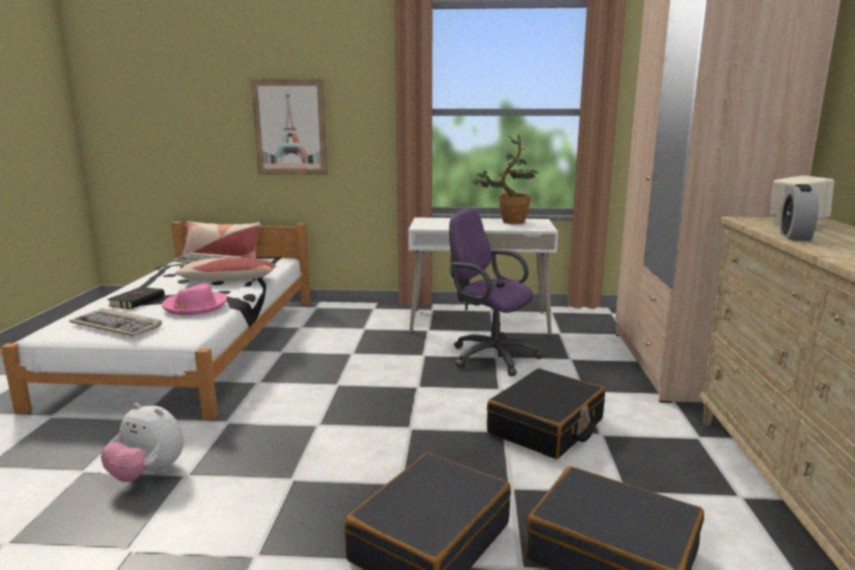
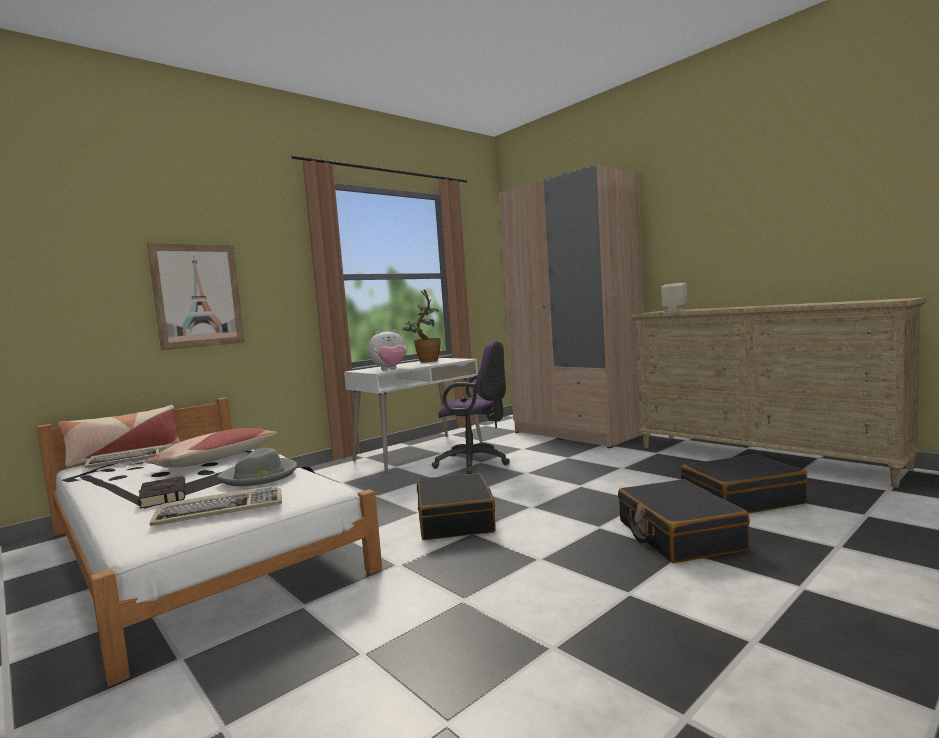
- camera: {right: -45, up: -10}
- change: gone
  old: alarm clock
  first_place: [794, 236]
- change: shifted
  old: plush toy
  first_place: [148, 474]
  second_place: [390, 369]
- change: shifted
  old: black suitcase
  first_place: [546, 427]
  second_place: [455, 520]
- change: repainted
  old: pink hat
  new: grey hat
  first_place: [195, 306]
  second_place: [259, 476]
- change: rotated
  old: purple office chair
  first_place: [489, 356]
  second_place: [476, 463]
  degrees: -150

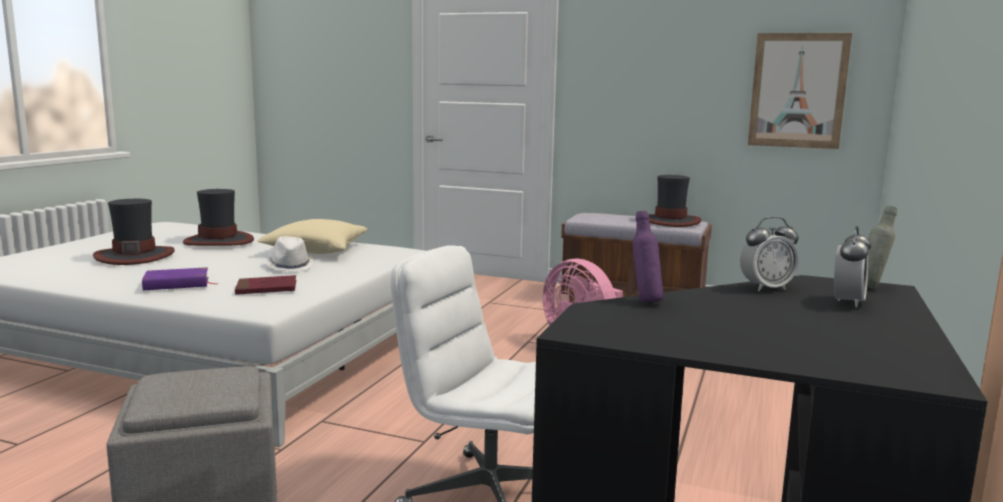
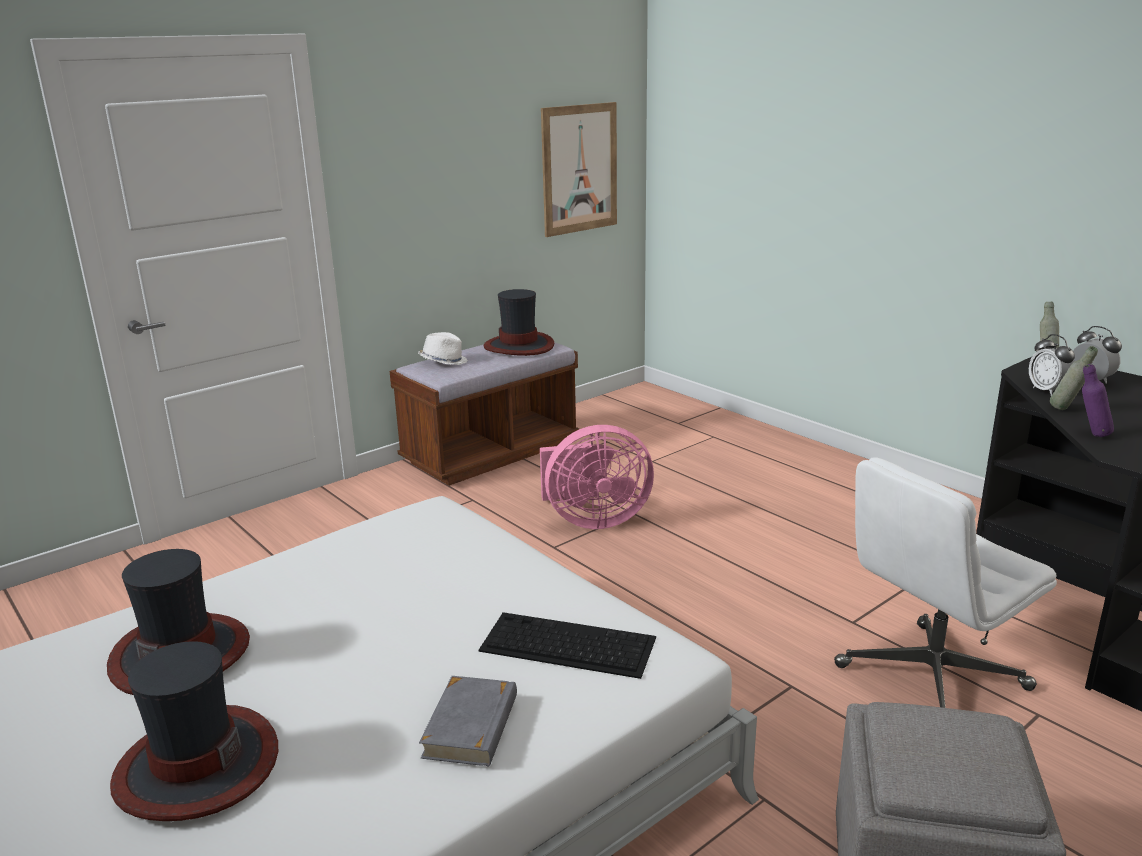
- camera: {right: -60, up: 10}
- change: gone
  old: beige pillow
  first_place: [315, 251]
- change: new
  new: grey bottle
  second_place: [1066, 410]
- change: shifted
  old: white hat
  first_place: [290, 266]
  second_place: [443, 361]
- change: swapped
  old: red book
  new: keyboard
  first_place: [266, 288]
  second_place: [566, 644]
- change: repainted
  old: purple book
  new: grey book
  first_place: [177, 284]
  second_place: [472, 726]
- change: rotated
  old: alarm clock
  first_place: [766, 288]
  second_place: [1048, 391]
  degrees: 150

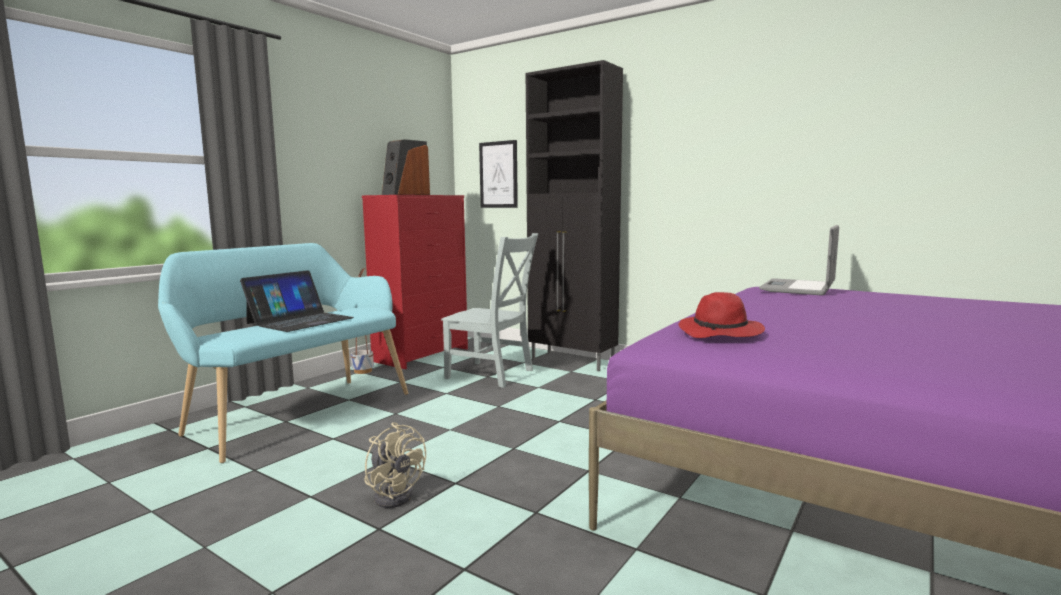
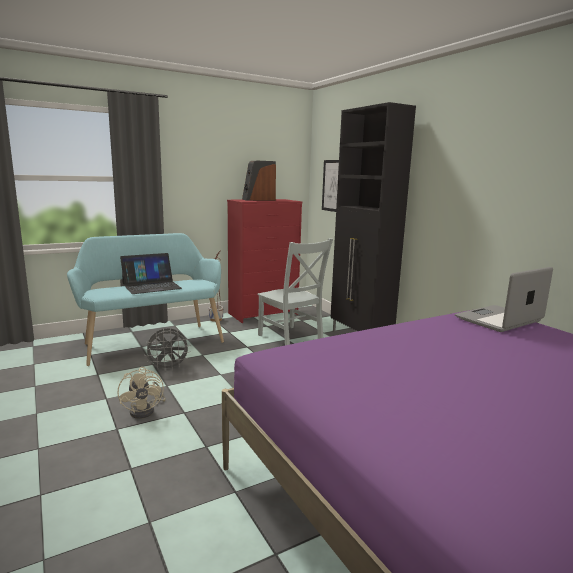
- camera: {right: 25, up: 5}
- change: gone
  old: red hat
  first_place: [721, 333]
- change: new
  new: grey fan
  second_place: [168, 368]

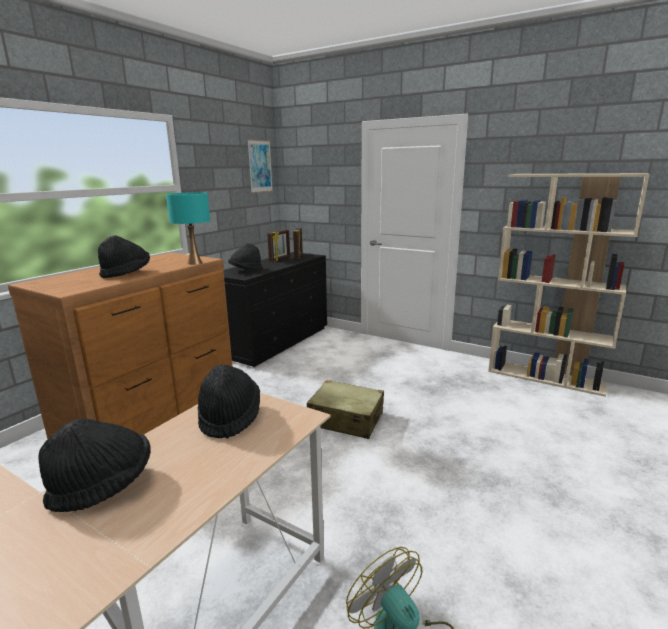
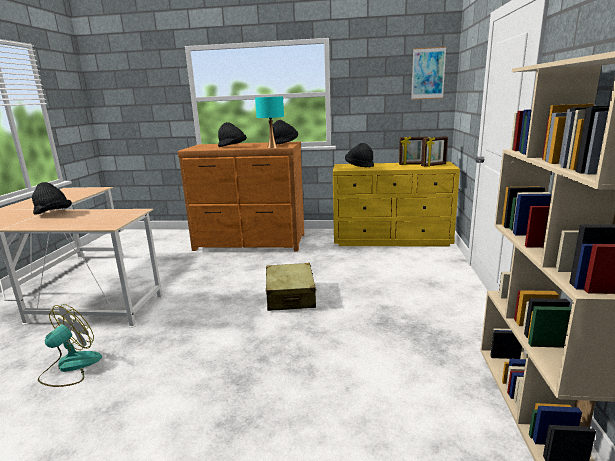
- camera: {right: 65, up: 0}
- change: shifted
  old: black hat
  first_place: [230, 417]
  second_place: [284, 143]
- change: repainted
  old: black dresser
  new: yellow dresser
  first_place: [277, 341]
  second_place: [392, 239]

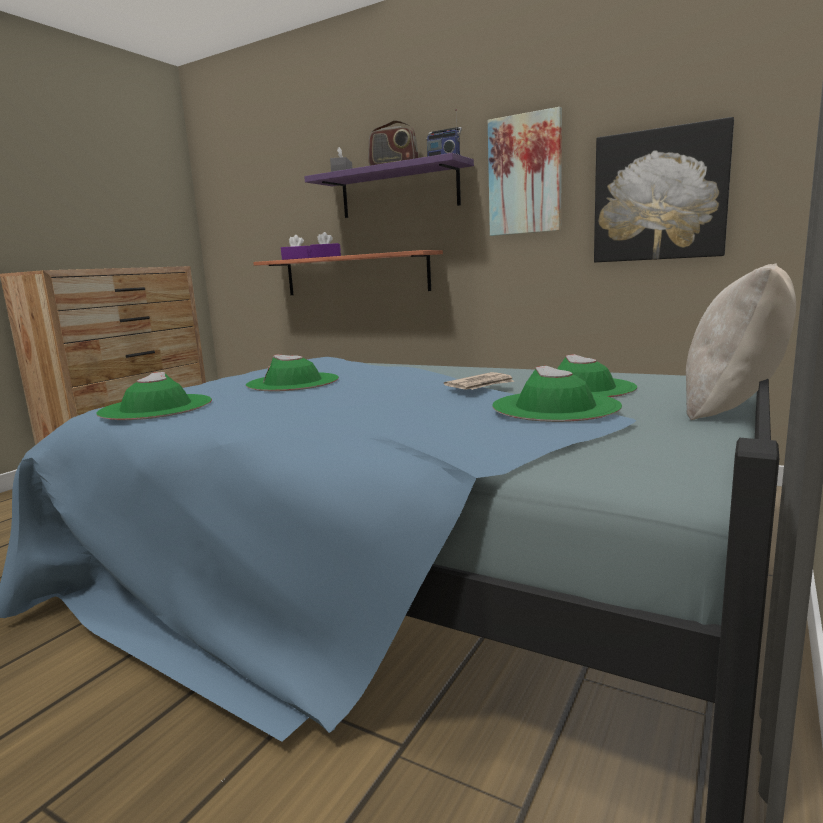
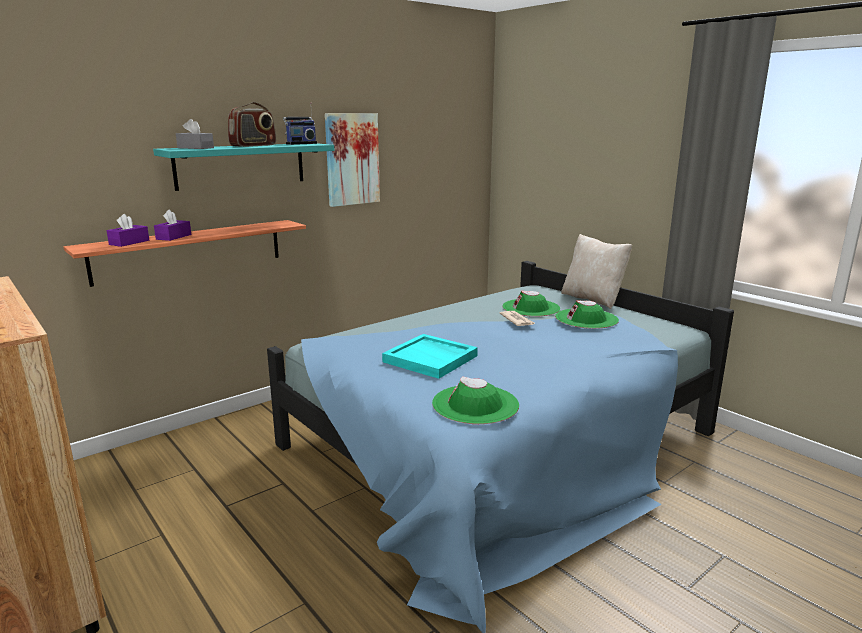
- camera: {right: -70, up: 5}
- change: gone
  old: picture
  first_place: [659, 195]
- change: swapped
  old: green hat
  new: turquoise tray
  first_place: [293, 382]
  second_place: [431, 359]
- change: repainted
  old: purple shelf
  new: turquoise shelf
  first_place: [399, 191]
  second_place: [241, 165]

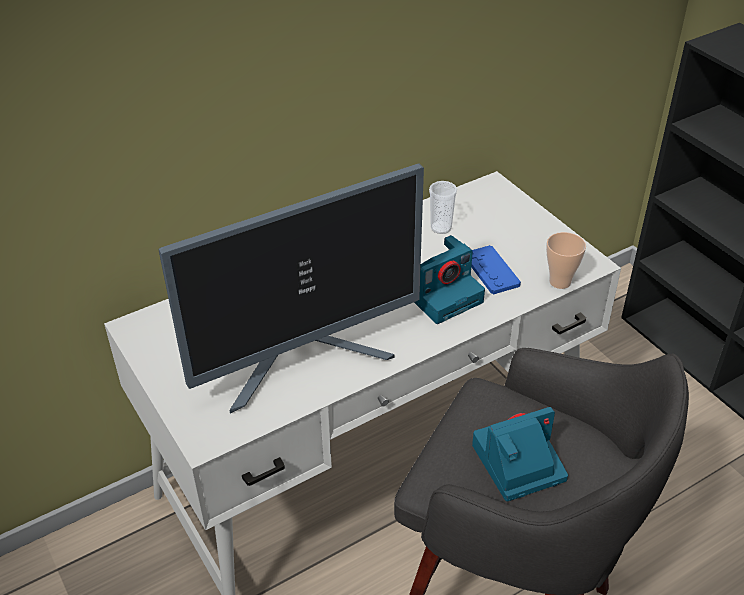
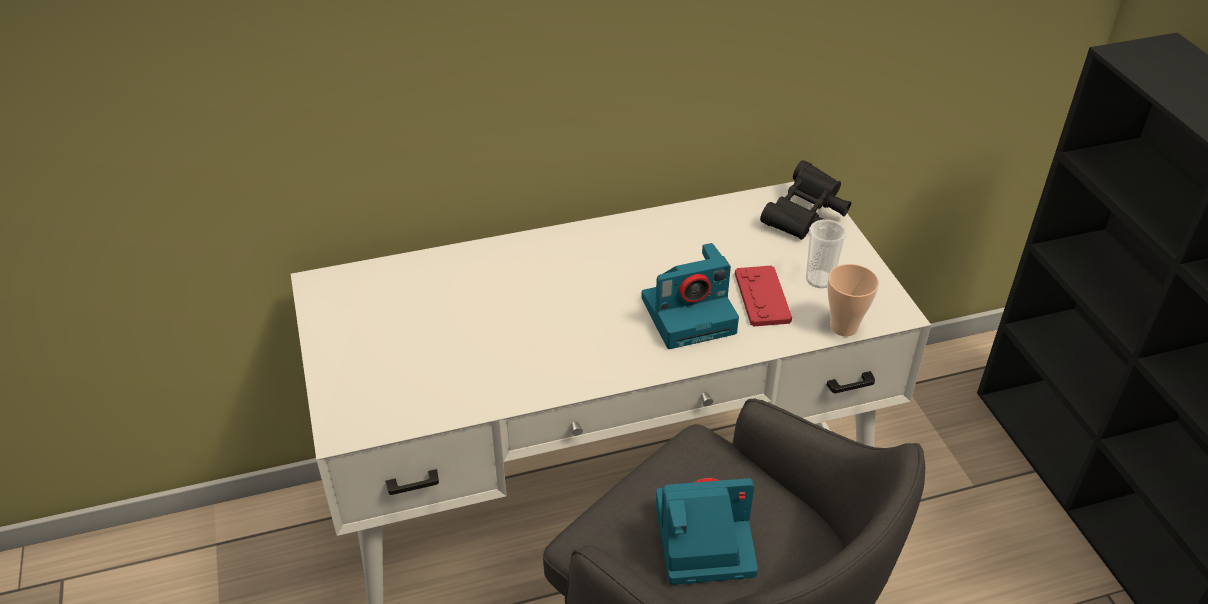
- camera: {right: 15, up: 0}
- change: gone
  old: monitor
  first_place: [305, 359]
- change: new
  new: black binoculars
  second_place: [806, 218]
- change: shifted
  old: cup
  first_place: [441, 228]
  second_place: [819, 279]
- change: repainted
  old: blue game controller
  new: red game controller
  first_place: [491, 271]
  second_place: [762, 297]

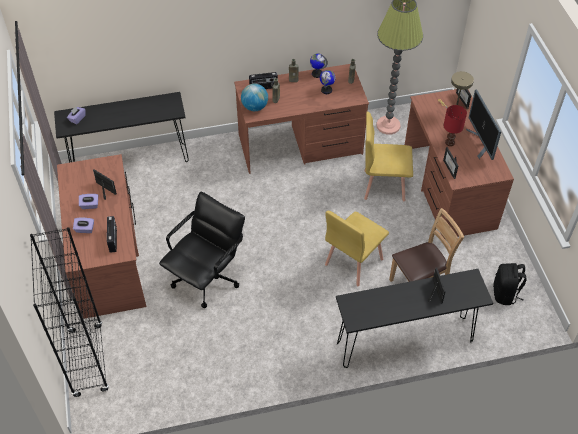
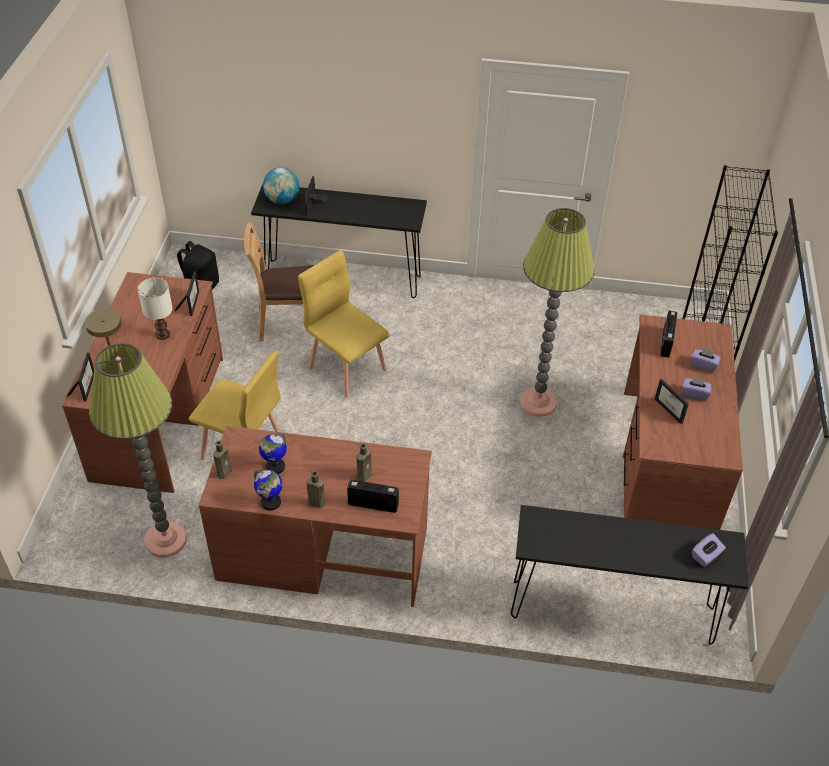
- camera: {right: -160, up: -5}
- change: gone
  old: monitor
  first_place: [481, 143]
- change: shifted
  old: globe
  first_place: [254, 107]
  second_place: [282, 200]
- change: swapped
  old: black office chair
  new: floor lamp
  first_place: [207, 278]
  second_place: [538, 402]
- change: repainted
  old: red table lamp
  new: white table lamp
  first_place: [449, 142]
  second_place: [163, 335]
- change: rotated
  old: yellow chair
  first_place: [353, 262]
  second_place: [347, 368]
  degrees: -105

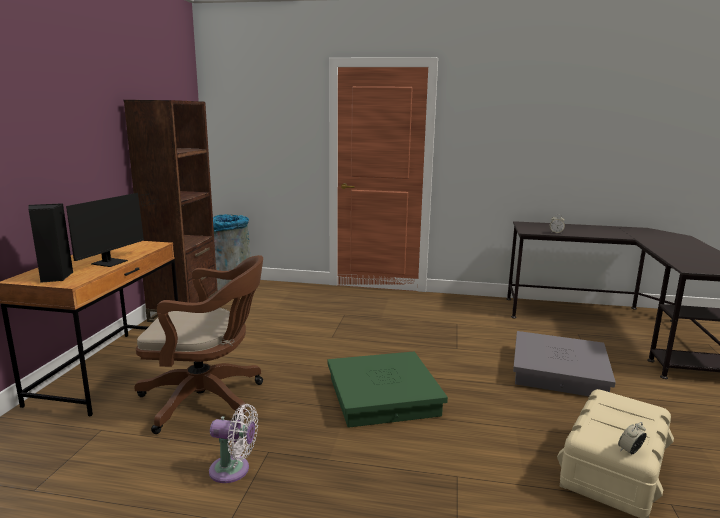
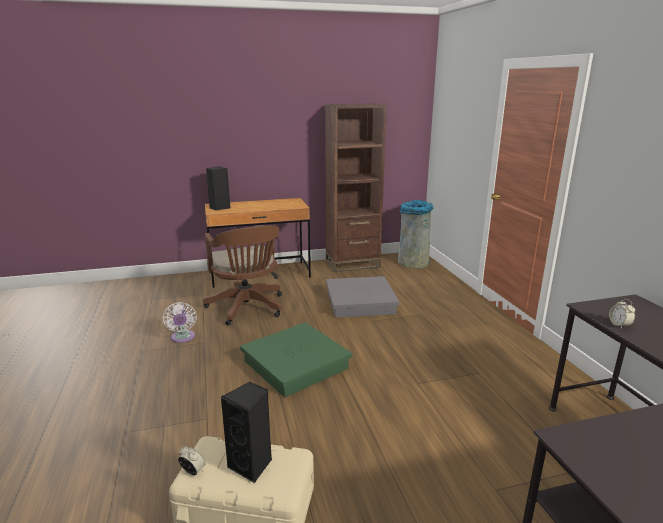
- camera: {right: 65, up: 5}
- change: gone
  old: monitor
  first_place: [114, 261]
- change: new
  new: black speaker
  second_place: [252, 465]
- change: shifted
  old: grey storage box
  first_place: [559, 371]
  second_place: [360, 302]

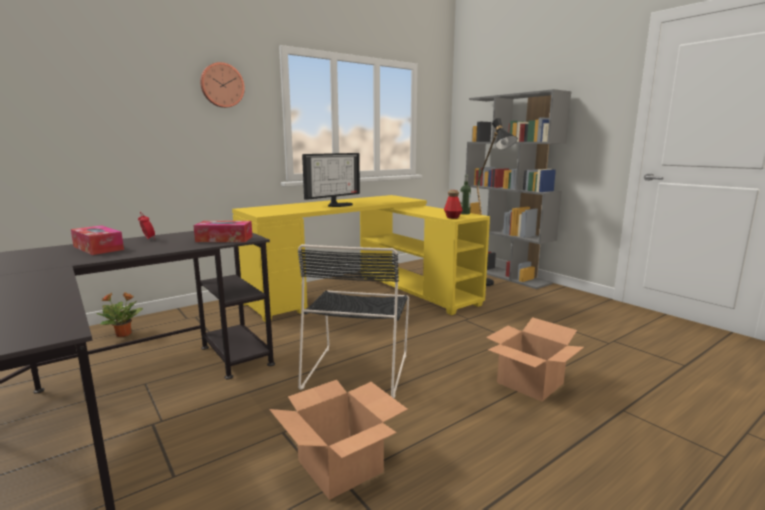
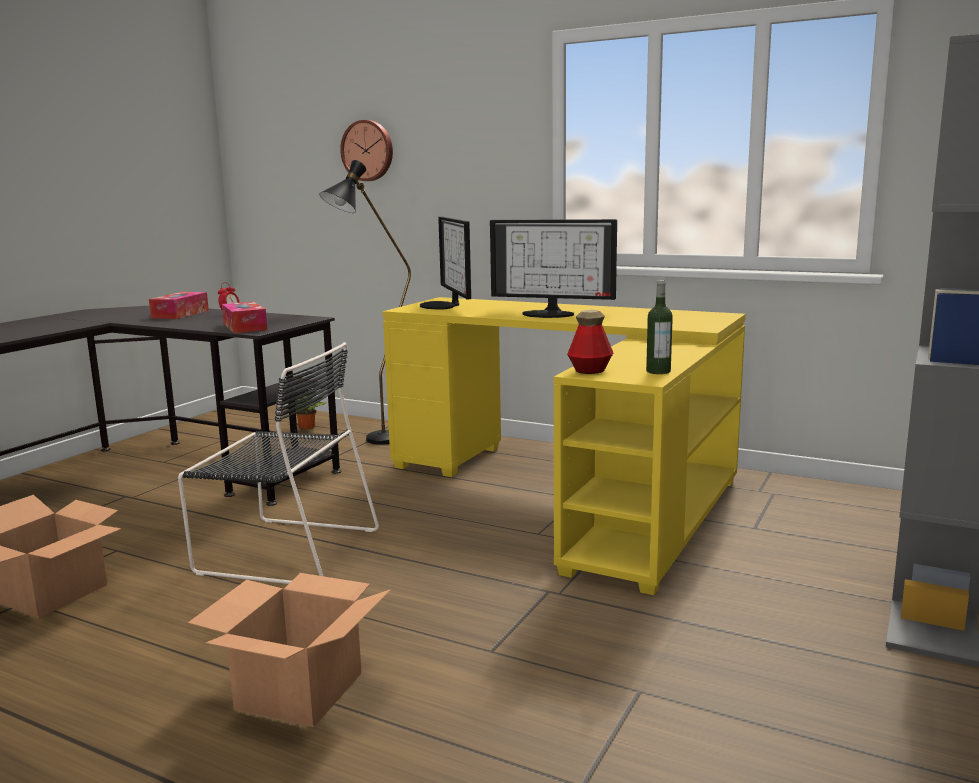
- camera: {right: 65, up: 0}
- change: new
  new: monitor
  second_place: [443, 305]
- change: shifted
  old: wall clock
  first_place: [222, 85]
  second_place: [368, 150]
- change: shifted
  old: black floor lamp
  first_place: [488, 285]
  second_place: [373, 442]
- change: rotated
  old: black chair
  first_place: [357, 369]
  second_place: [284, 550]
  degrees: -150

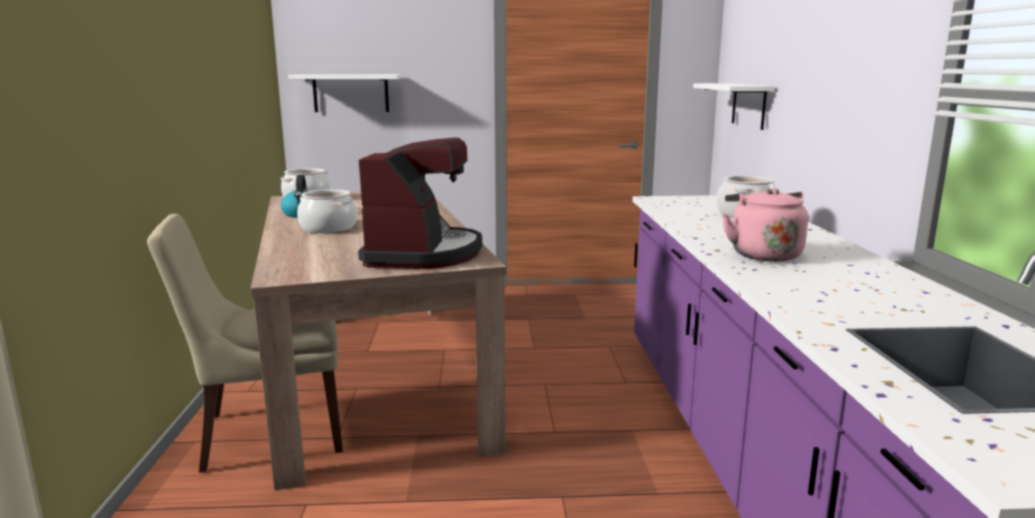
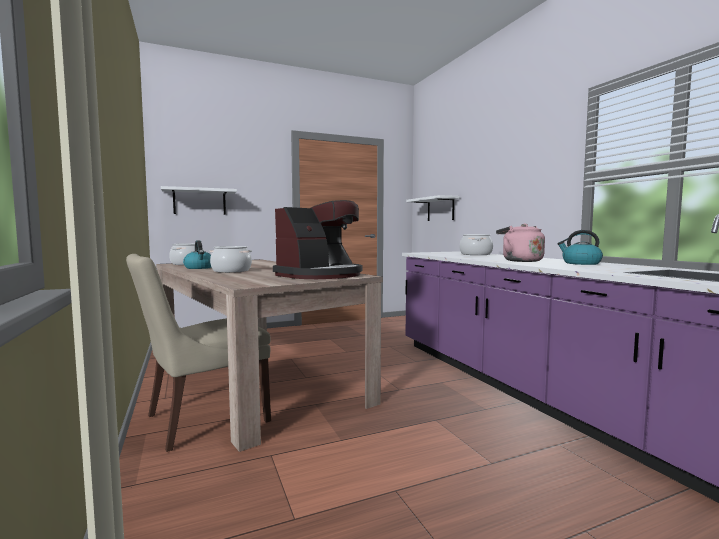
- camera: {right: -20, up: -10}
- change: new
  new: kettle
  second_place: [580, 263]
- change: rotated
  old: coffee machine
  first_place: [423, 254]
  second_place: [320, 275]
  degrees: 60

